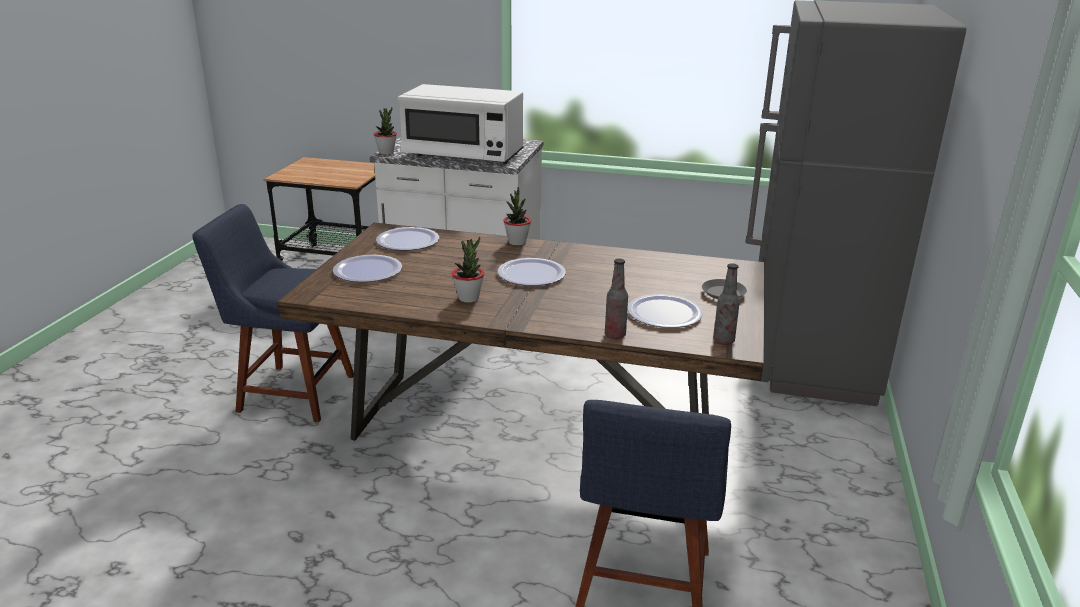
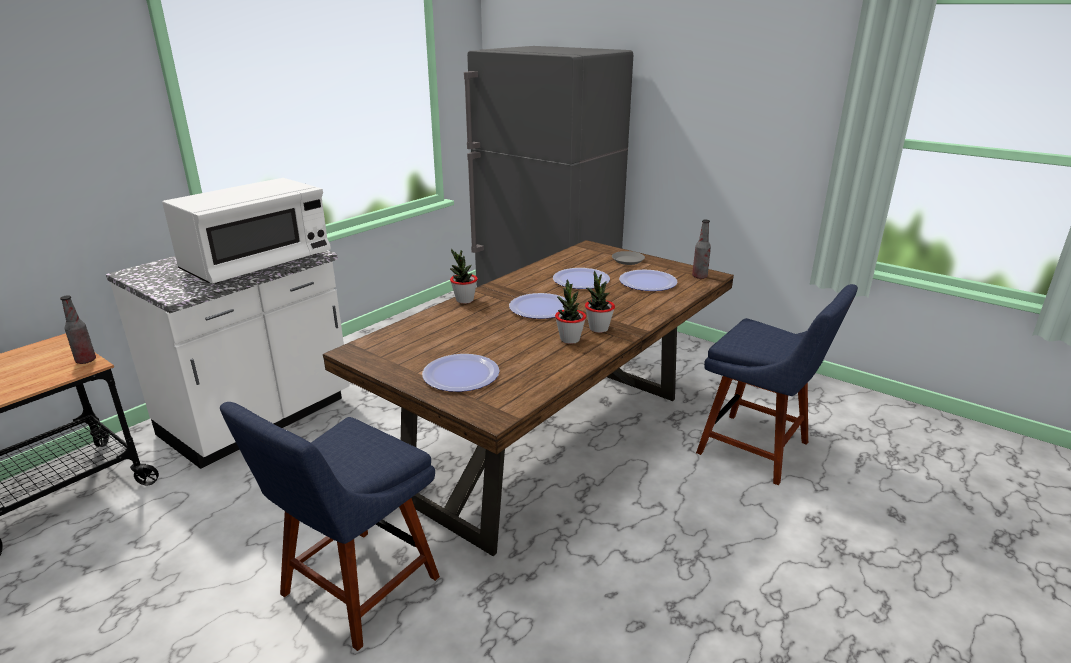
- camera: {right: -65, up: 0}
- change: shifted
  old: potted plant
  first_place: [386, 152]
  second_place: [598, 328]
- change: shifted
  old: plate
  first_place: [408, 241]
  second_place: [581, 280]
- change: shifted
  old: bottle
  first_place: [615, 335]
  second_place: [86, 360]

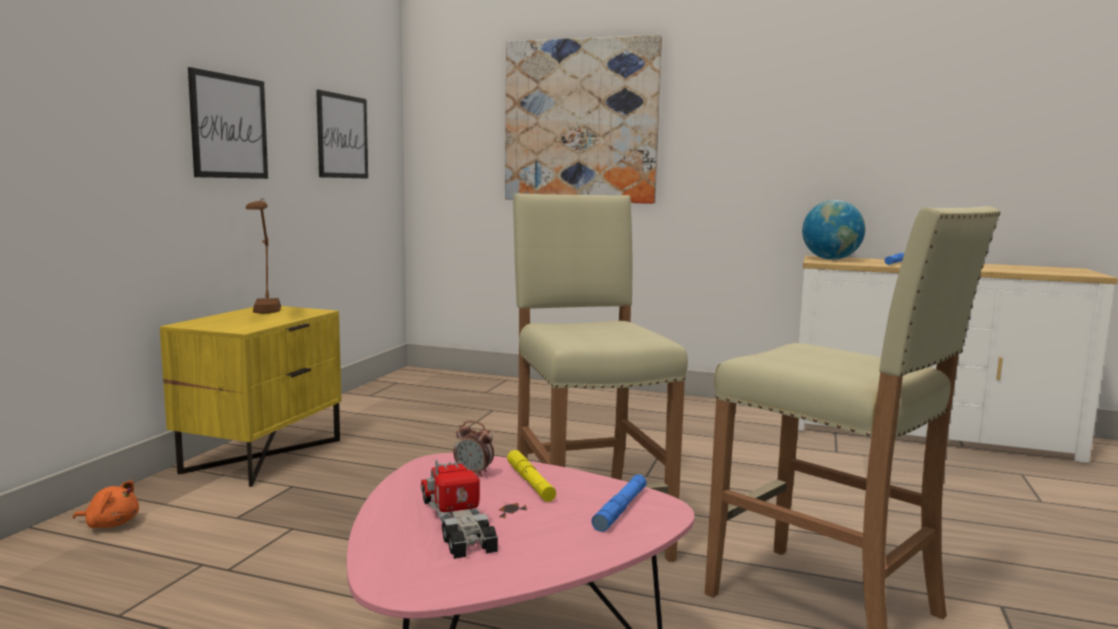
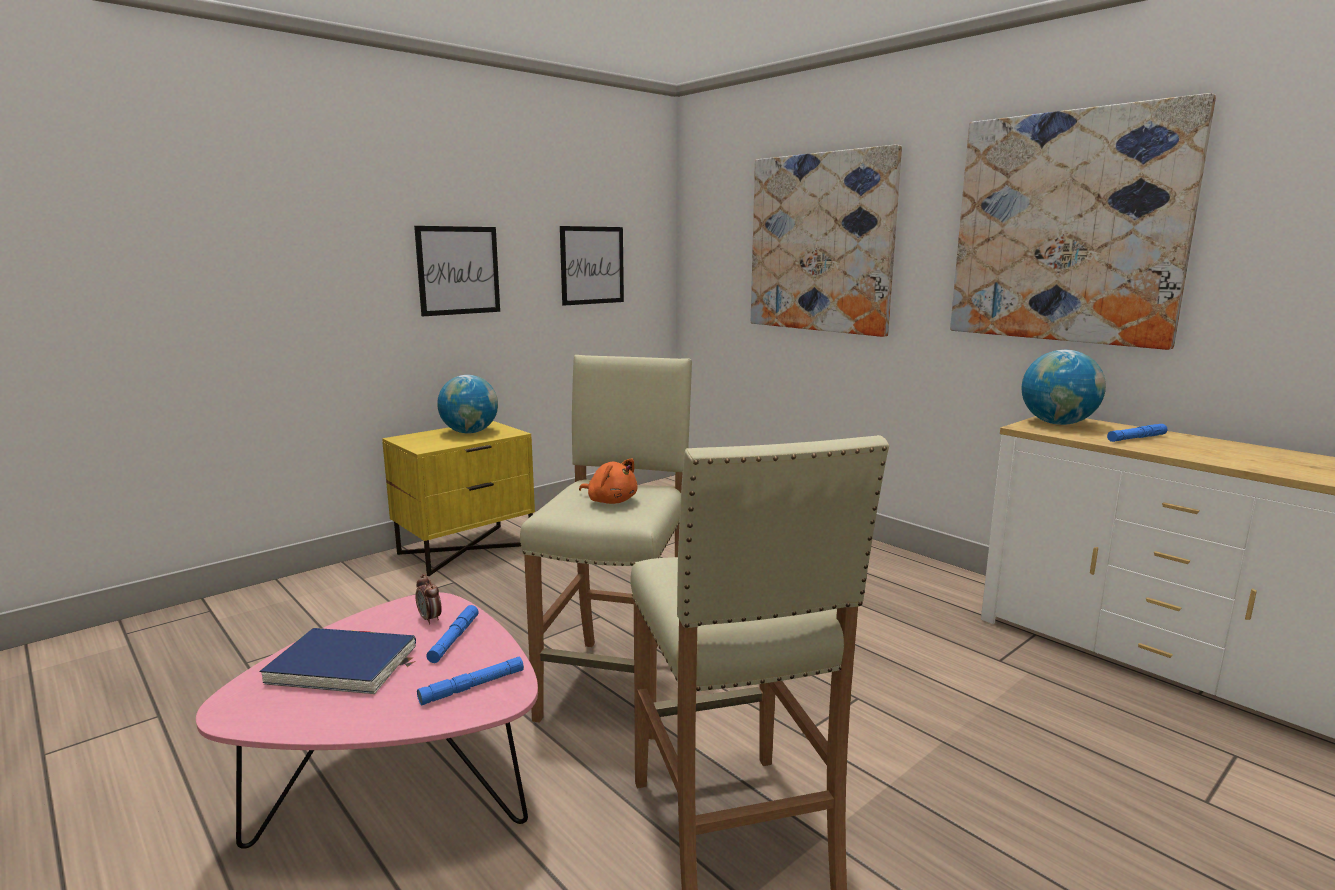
- camera: {right: 30, up: 5}
- change: new
  new: picture
  second_place: [1067, 228]
- change: shifted
  old: orange plush toy
  first_place: [110, 524]
  second_place: [610, 501]
- change: swapped
  old: brown table lamp
  new: globe
  first_place: [264, 314]
  second_place: [470, 432]
- change: swapped
  old: toy truck
  new: blue book
  first_place: [457, 524]
  second_place: [342, 665]
- change: repainted
  old: yellow flashlight
  new: blue flashlight
  first_place: [530, 482]
  second_place: [454, 639]

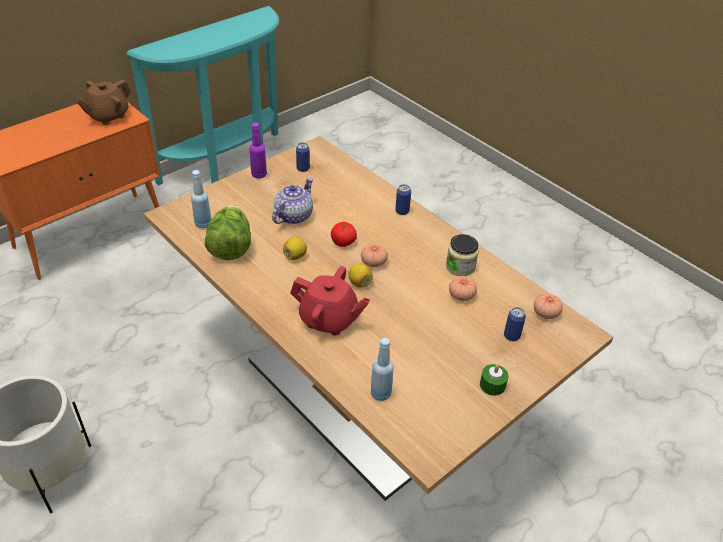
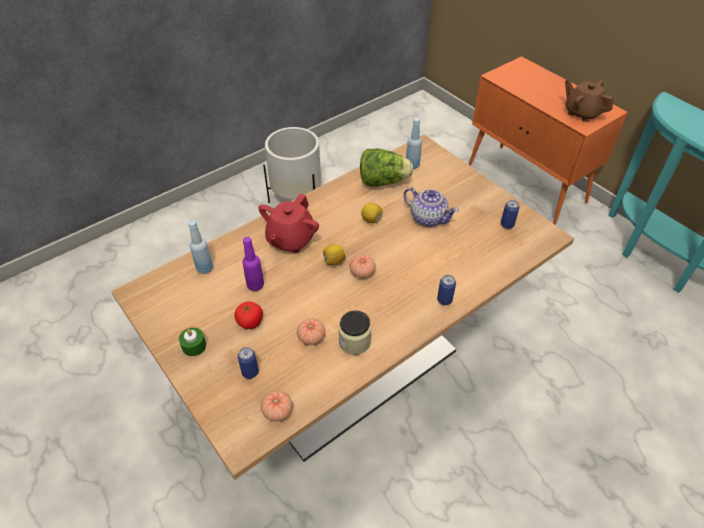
- camera: {right: 95, up: 5}
- change: shifted
  old: purple bottle
  first_place: [259, 174]
  second_place: [255, 285]
- change: shifted
  old: tomato
  first_place: [343, 242]
  second_place: [250, 322]

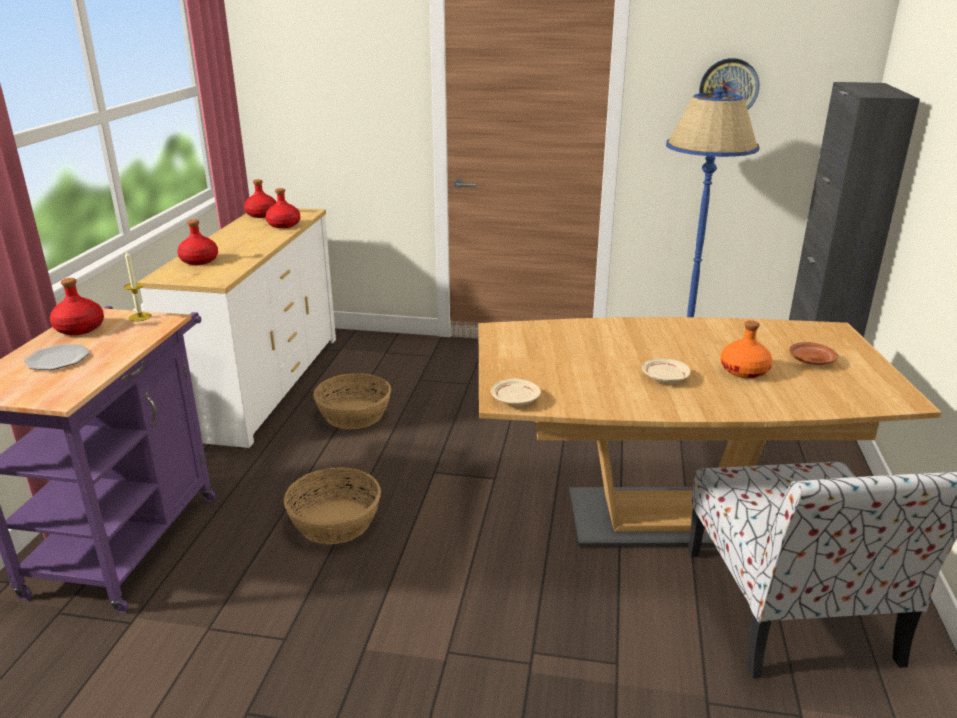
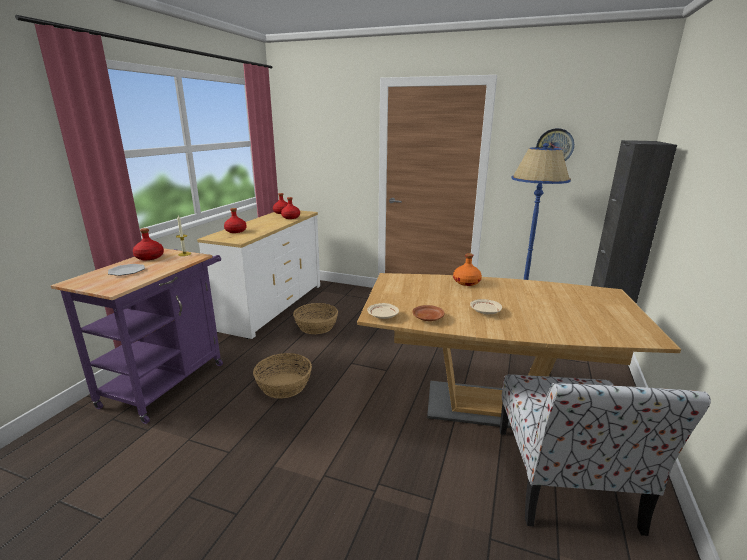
- camera: {right: 10, up: -5}
- change: shifted
  old: orange bottle
  first_place: [744, 370]
  second_place: [467, 282]
- change: shifted
  old: brown plate
  first_place: [811, 360]
  second_place: [428, 318]

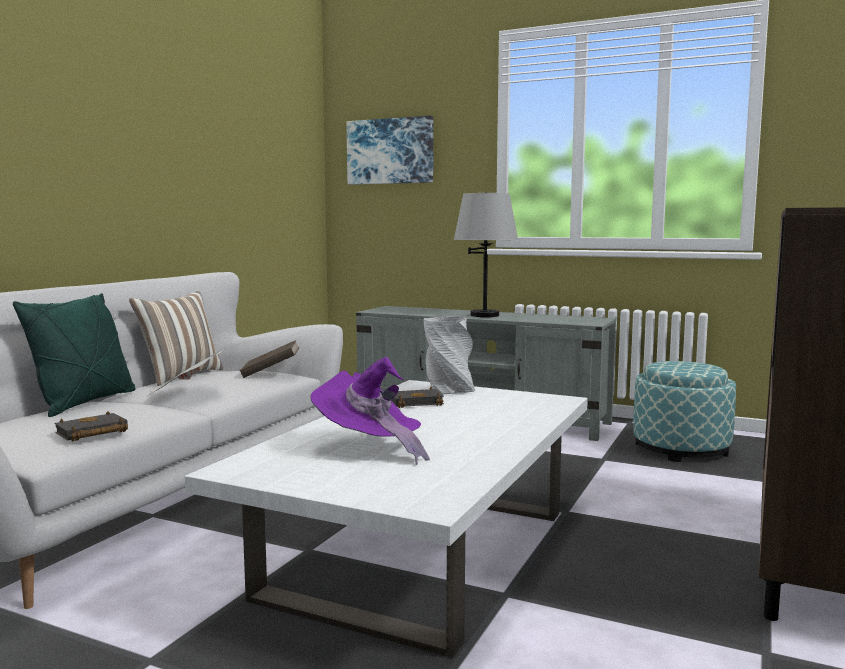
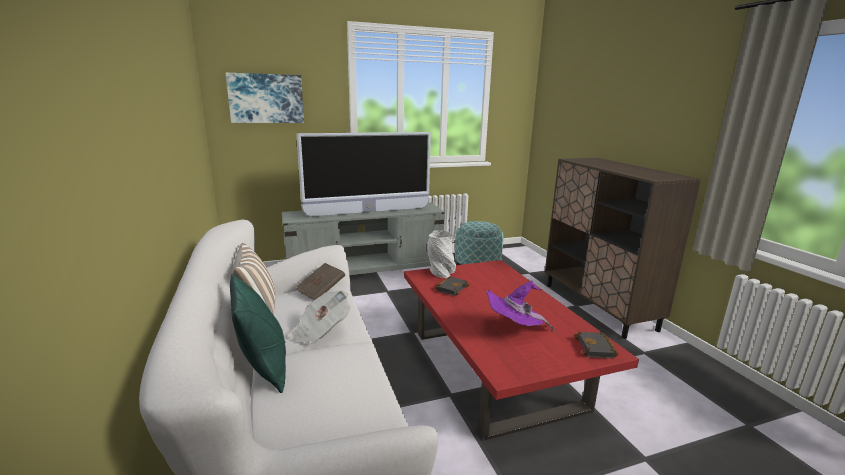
- camera: {right: -45, up: 10}
- change: shifted
  old: black book
  first_place: [91, 433]
  second_place: [596, 348]
- change: swapped
  old: grey table lamp
  new: television
  first_place: [485, 315]
  second_place: [368, 212]
- change: repainted
  old: white coffee table
  new: red coffee table
  first_place: [421, 550]
  second_place: [492, 367]

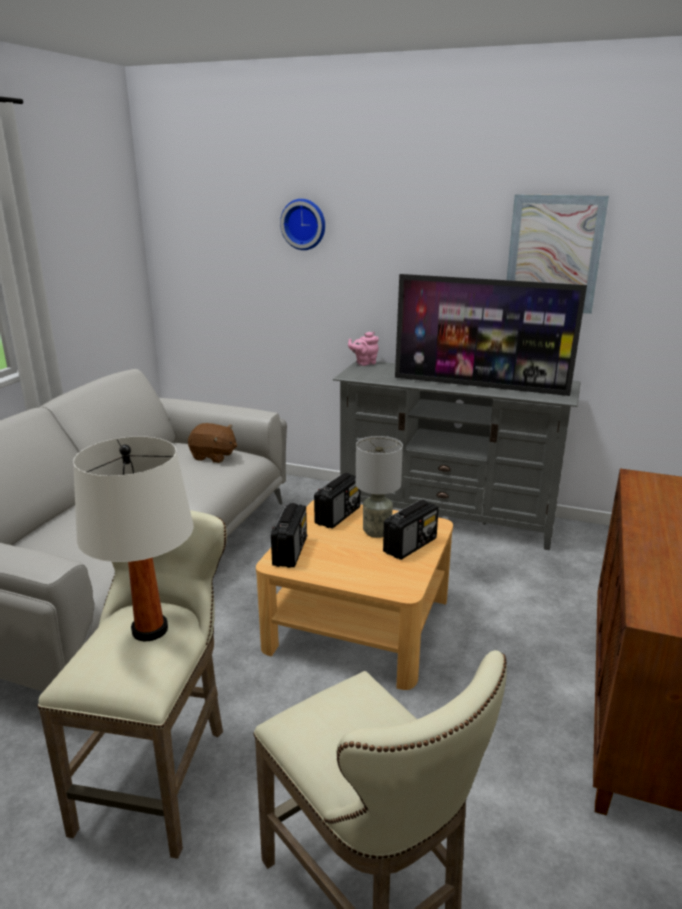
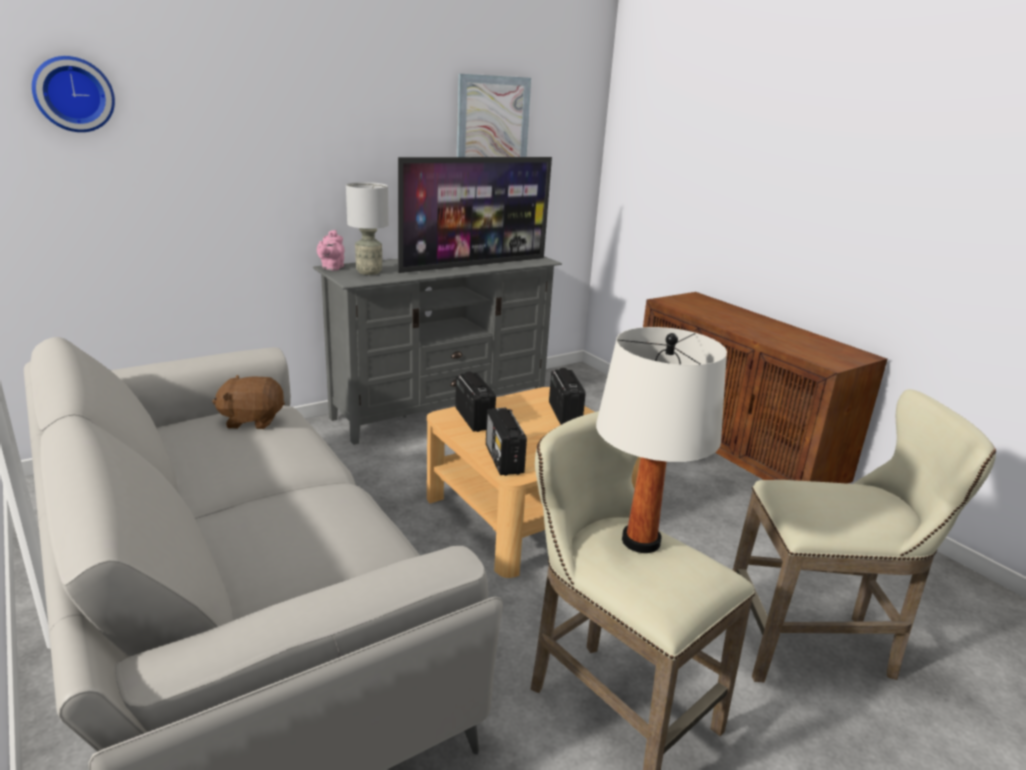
- camera: {right: -55, up: 0}
- change: shifted
  old: wall clock
  first_place: [304, 224]
  second_place: [73, 94]
- change: shifted
  old: grey table lamp
  first_place: [376, 531]
  second_place: [368, 272]
- change: rotated
  old: brown plush toy
  first_place: [213, 456]
  second_place: [252, 420]
  degrees: -150
- change: rotated
  old: radio
  first_place: [290, 551]
  second_place: [504, 459]
  degrees: -150

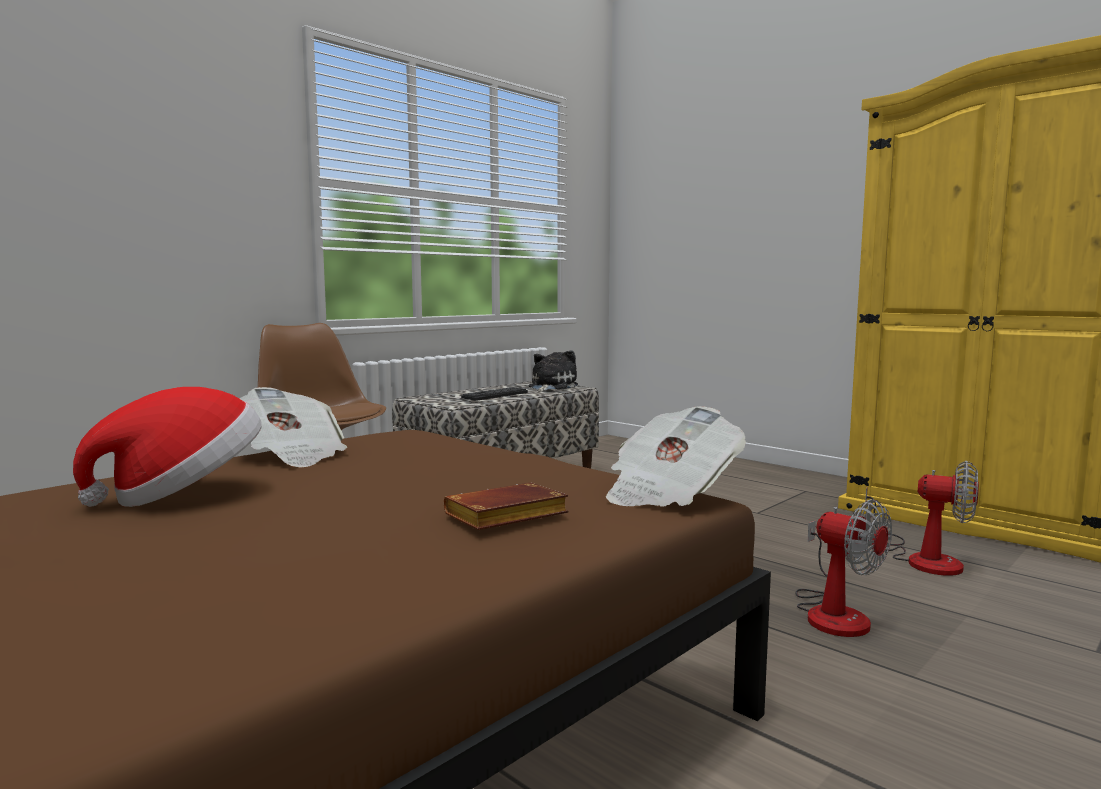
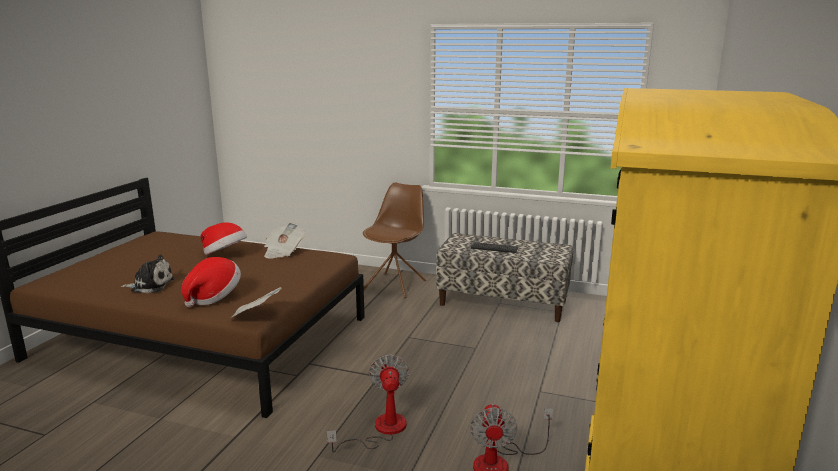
- camera: {right: 65, up: 10}
- change: shifted
  old: plush toy
  first_place: [550, 387]
  second_place: [150, 285]
- change: swapped
  old: brown book
  new: hat
  first_place: [504, 518]
  second_place: [214, 297]
- change: rotated
  old: fan
  first_place: [833, 612]
  second_place: [381, 430]
  degrees: 150

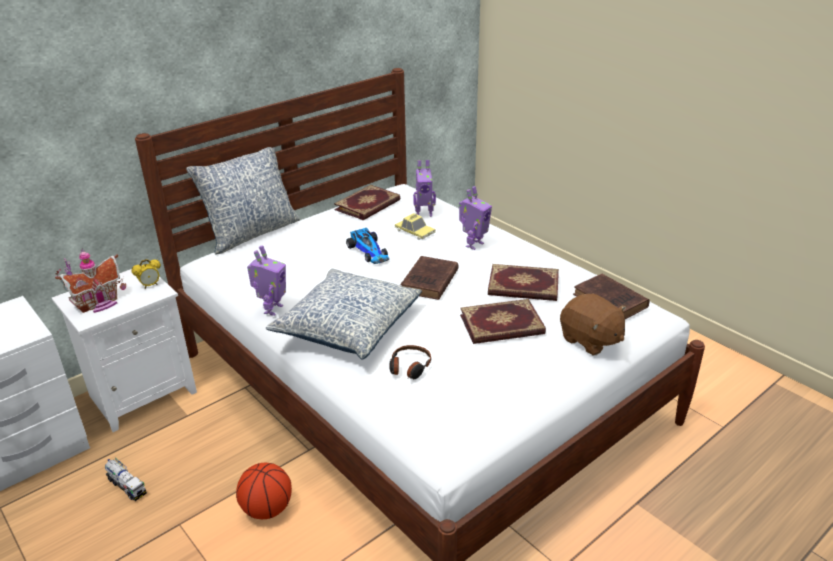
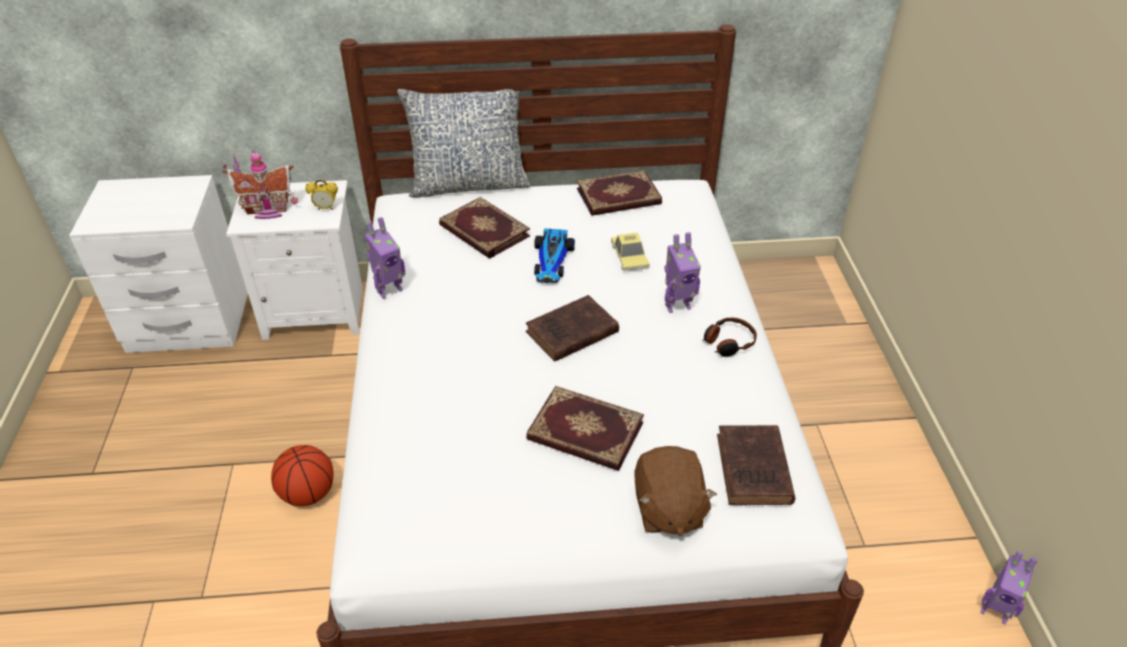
- camera: {right: 35, up: 10}
- change: gone
  old: toy truck
  first_place: [126, 486]
- change: gone
  old: pillow
  first_place: [348, 326]
- change: shifted
  old: headphones
  first_place: [409, 368]
  second_place: [728, 342]
- change: shifted
  old: toy robot
  first_place: [424, 214]
  second_place: [994, 611]
- change: shifted
  old: book
  first_place: [523, 286]
  second_place: [483, 231]

